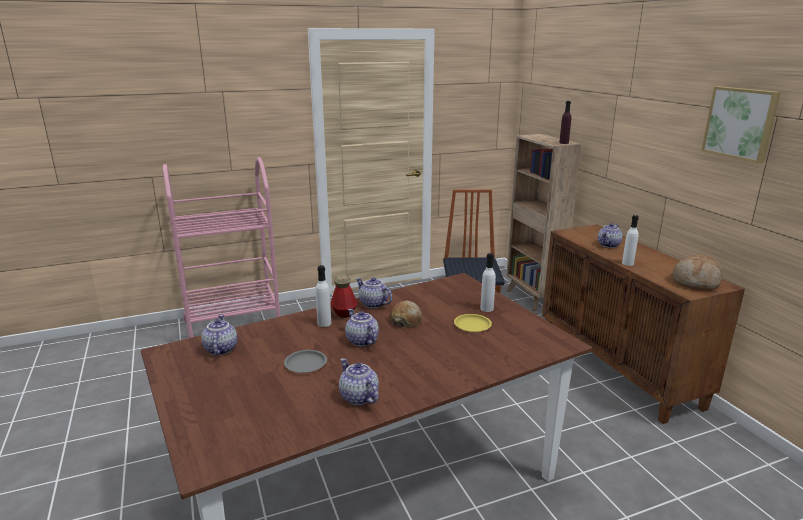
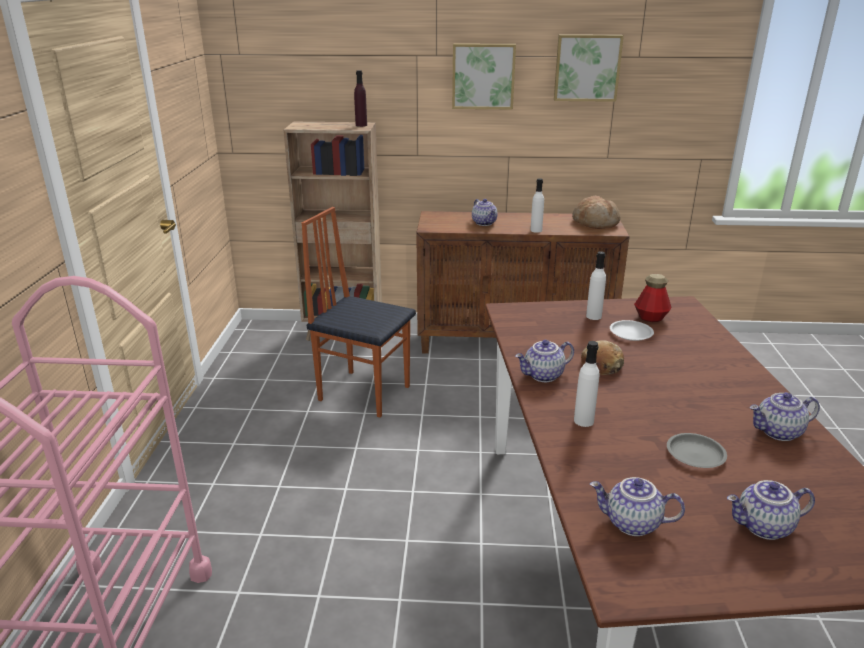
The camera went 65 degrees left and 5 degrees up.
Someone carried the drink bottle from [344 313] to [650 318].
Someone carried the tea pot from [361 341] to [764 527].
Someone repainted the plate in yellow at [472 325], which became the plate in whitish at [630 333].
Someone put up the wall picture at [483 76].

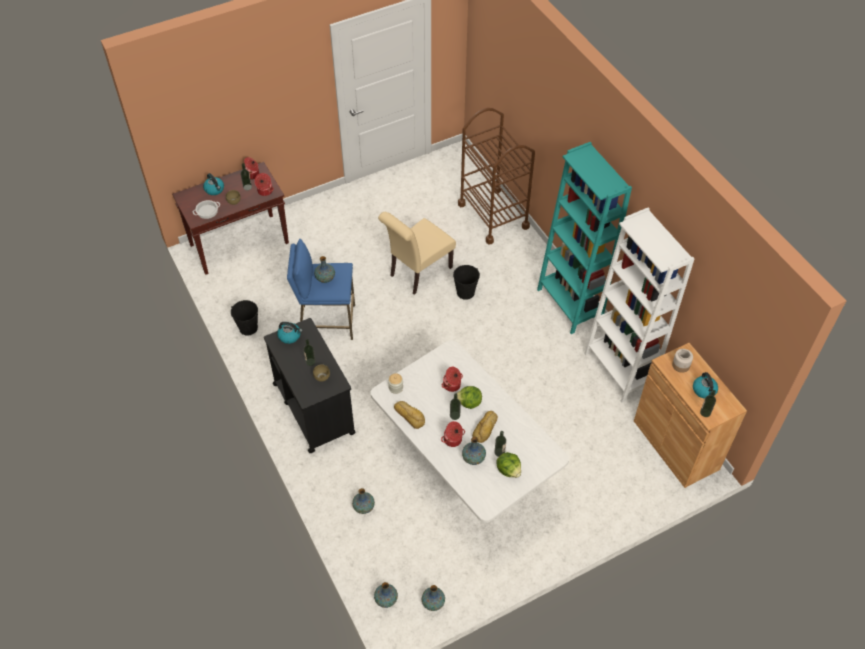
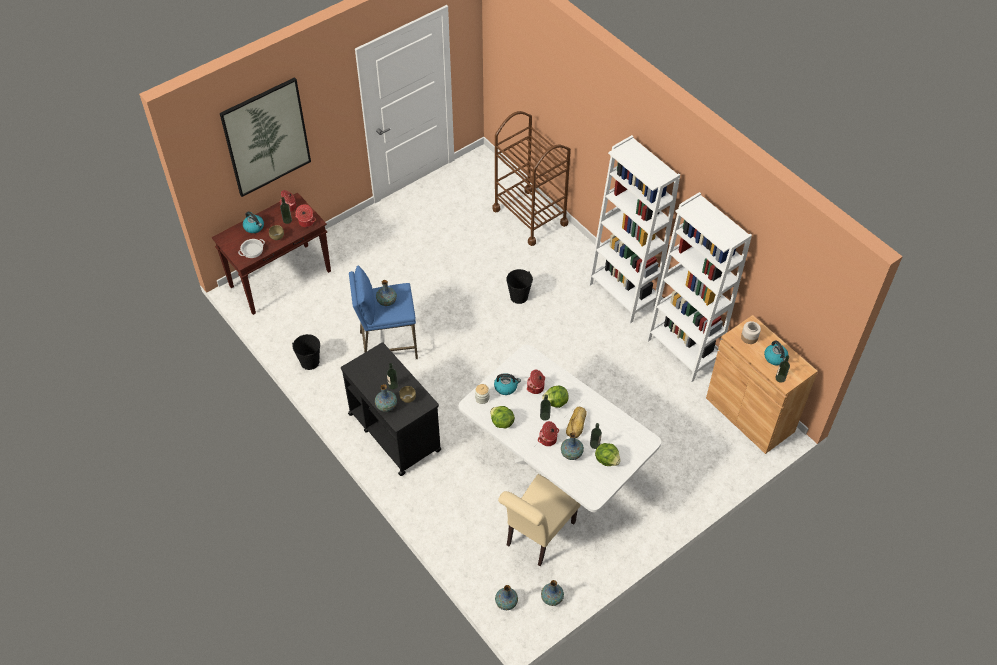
The camera went 10 degrees left and 0 degrees up.
Someone repainted the bookcase in turquoise at [569 304], which became the bookcase in whitish at [622 295].
Someone carried the chair in sand-coloured from [417 273] to [537 536].
Someone carried the water kettle from [290 336] to [506 387].
Someone swapped the bread at [409 415] for the lettuce at [501 422].
Someone carried the vase from [364 507] to [386 406].
Someone put up the wall picture at [266 137].

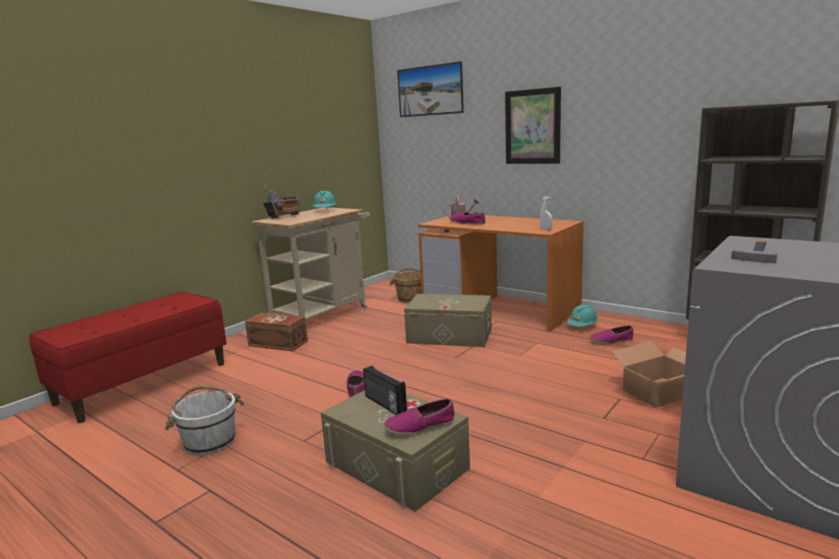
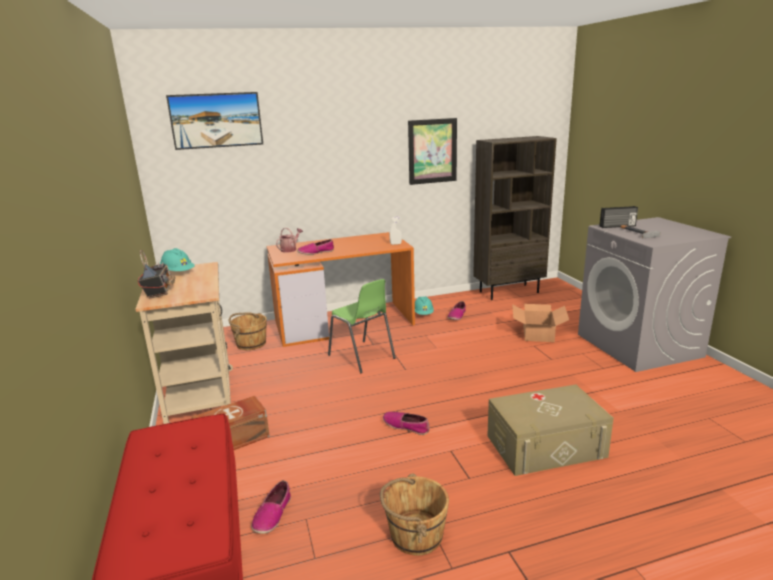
The camera went 55 degrees left and 5 degrees up.
Someone carried the wall picture from [532 127] to [432 151].
Someone swapped the storage box in sand-coloured at [449 335] for the chair in greenish at [362 357].
Someone carried the radio from [384 404] to [617 226].
Someone repainted the bucket in whitish at [210 441], which became the bucket in brown-coloured at [415 534].
Someone carried the low shoe from [420 426] to [272 514].

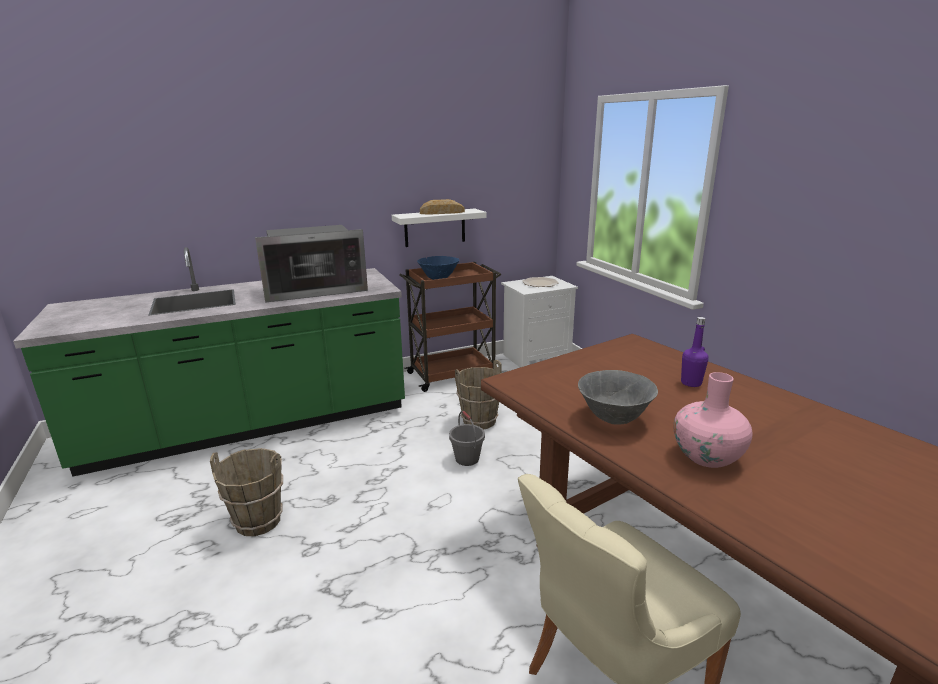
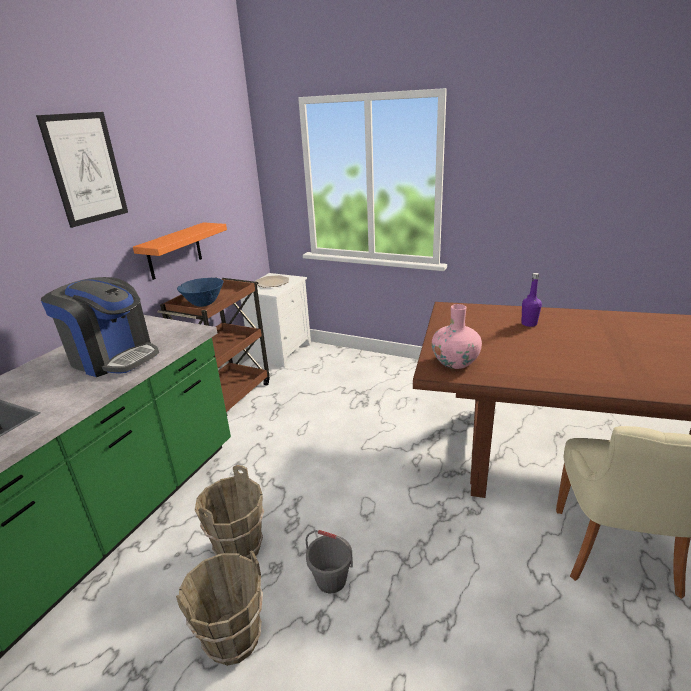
The camera went 40 degrees left and 5 degrees up.
Someone took away the bread at [442 212].
Someone repainted the shelf in whitish at [435 227], which became the shelf in orange-coloured at [174 251].
Someone swapped the microwave at [315 289] for the coffee maker at [113 357].
Someone carried the bucket in brown-coloured from [479 421] to [239 548].
Someone took away the bowl in gray at [614 419].
Someone carried the vase in pink-coloured from [707 457] to [455 362].
Someone carried the bucket in gray from [467 459] to [331 580].
Someone put up the wall picture at [86 169].

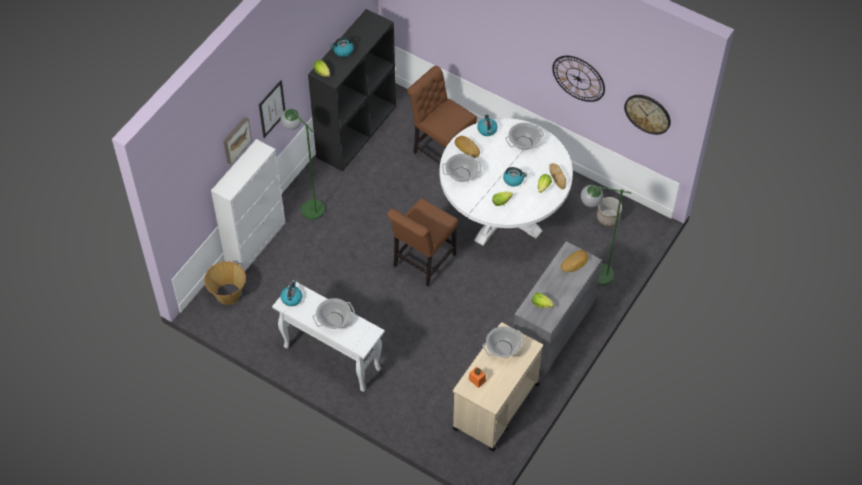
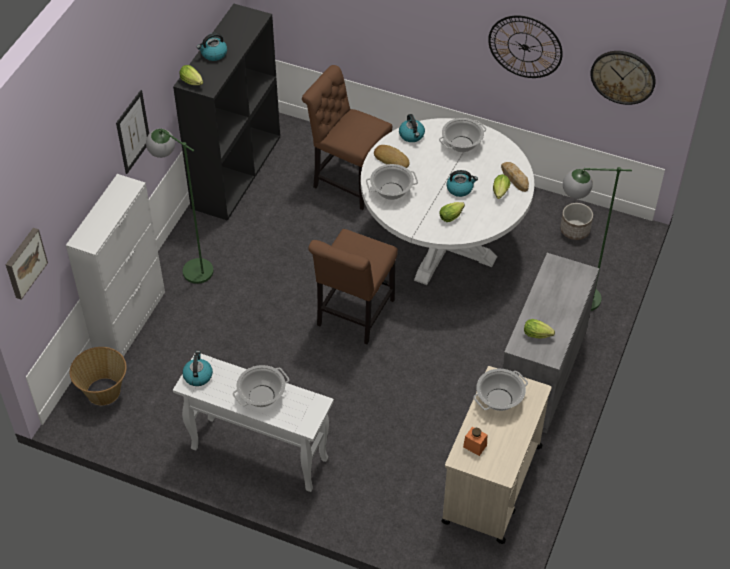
The camera went 10 degrees left and 5 degrees down.
Someone carried the wall picture from [236 139] to [24 262].
Someone took away the bread at [575 263].

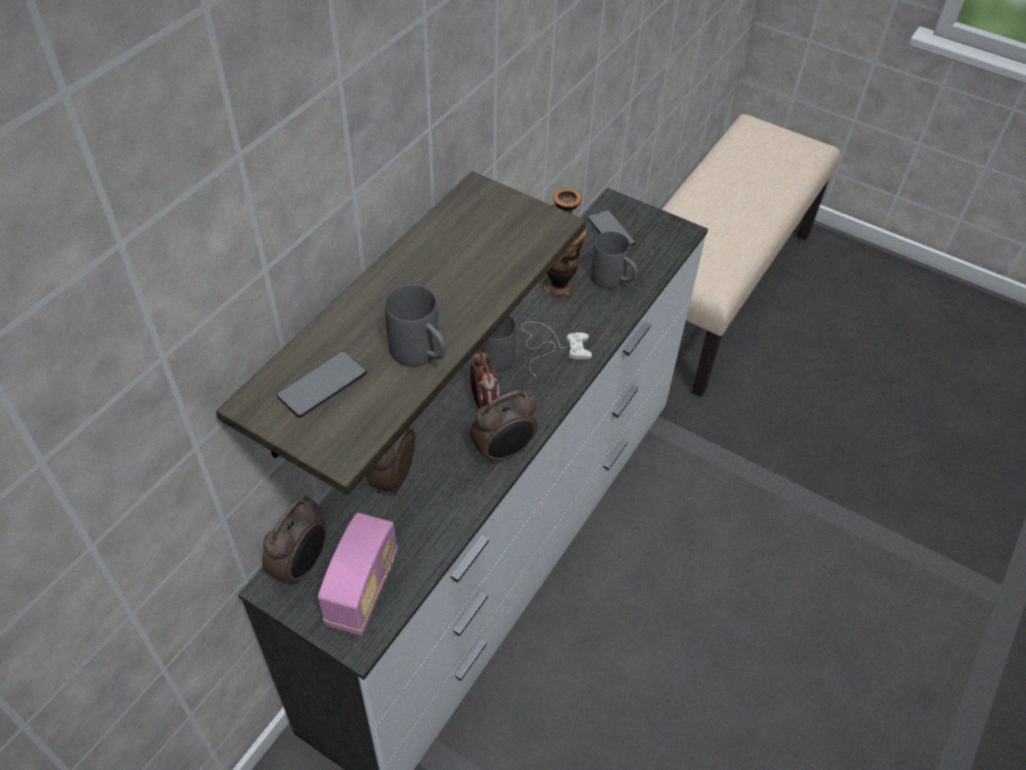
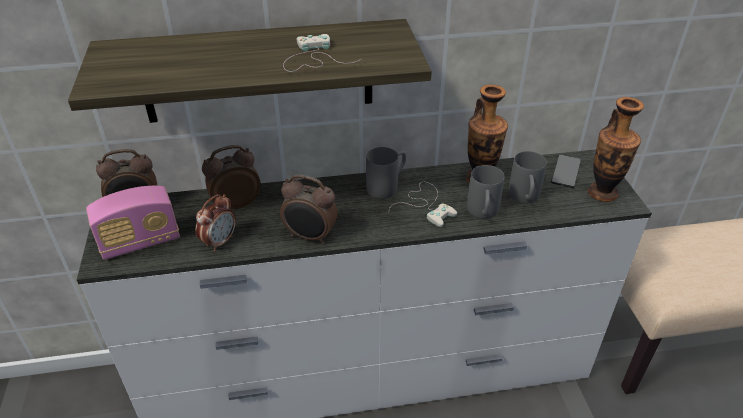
The camera went 50 degrees right and 10 degrees down.
Someone carried the mug in gray from [421 356] to [482 213].
Someone carried the bedside clock from [484 401] to [219 242].
Someone took away the phone at [322 385].
Someone put down the joypad in whitish at [313 58].
Someone put down the vase at [602 193].

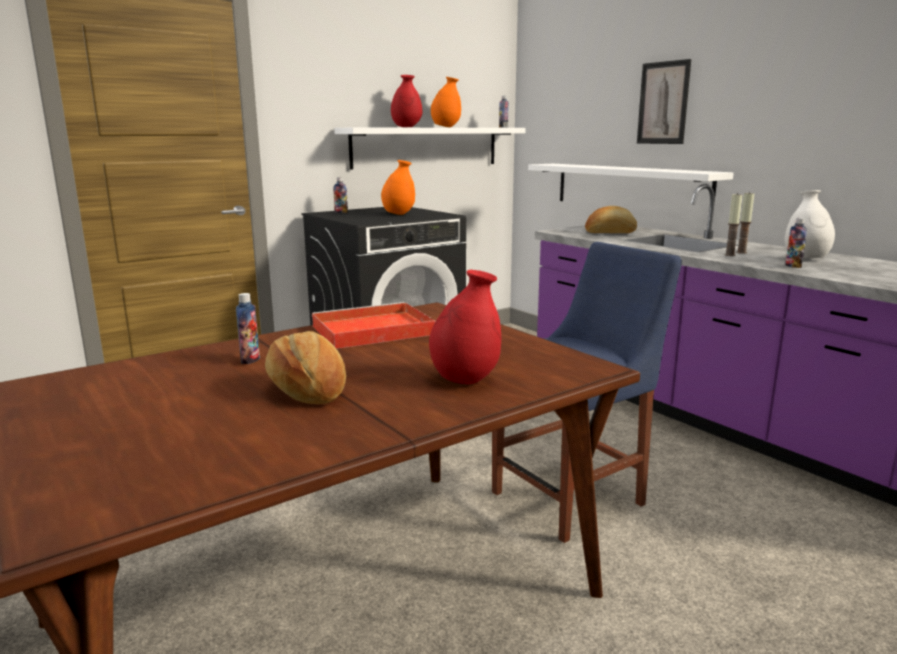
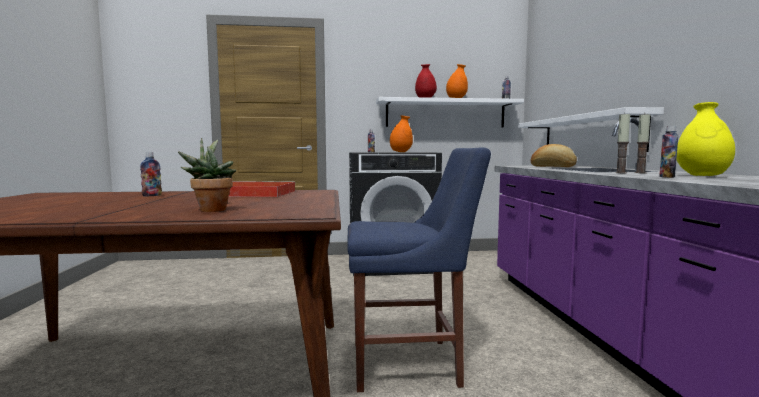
The camera went 30 degrees right and 10 degrees down.
Someone took away the wall picture at [663 103].
Someone repainted the vase in whitish at [805 259], which became the vase in yellow at [702 176].
Someone swapped the vase in red-coloured at [465 380] for the plant in a pot at [211 209].
Someone took away the bread at [308 390].

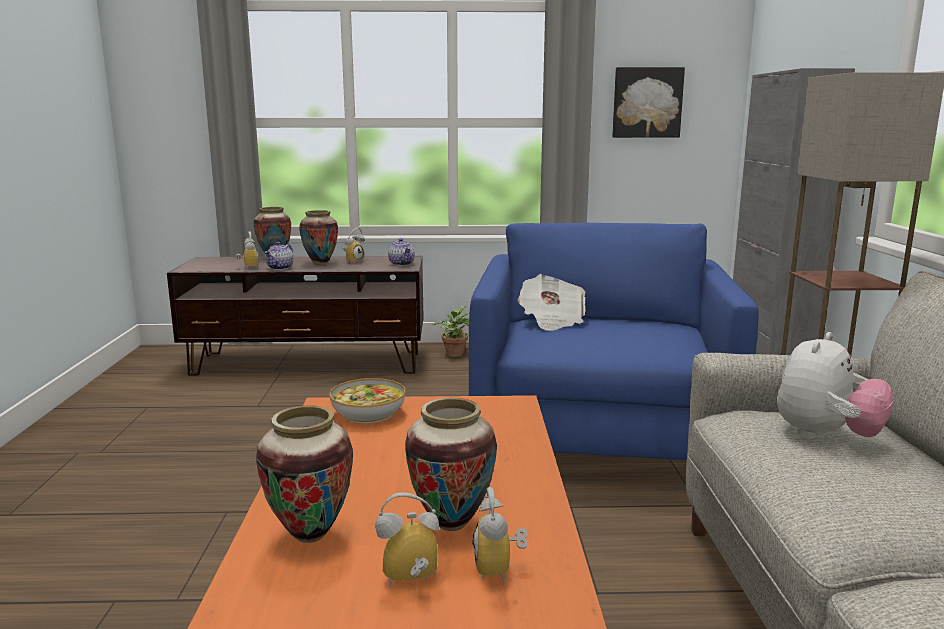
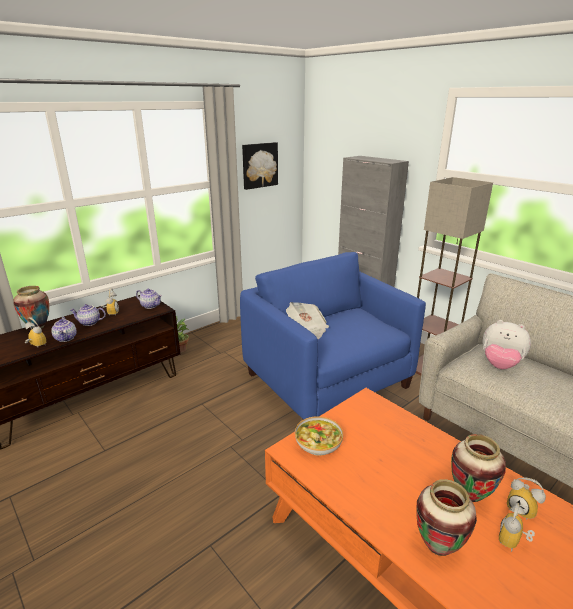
The camera went 40 degrees left and 10 degrees up.
Someone swapped the vase at [320 263] for the tea pot at [89 323].
Someone rotated the plush toy at [825 437] by 120 degrees clockwise.

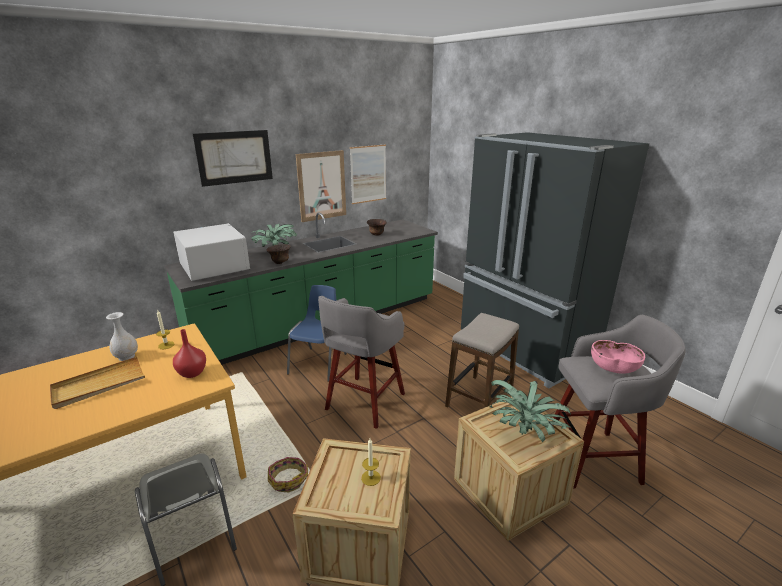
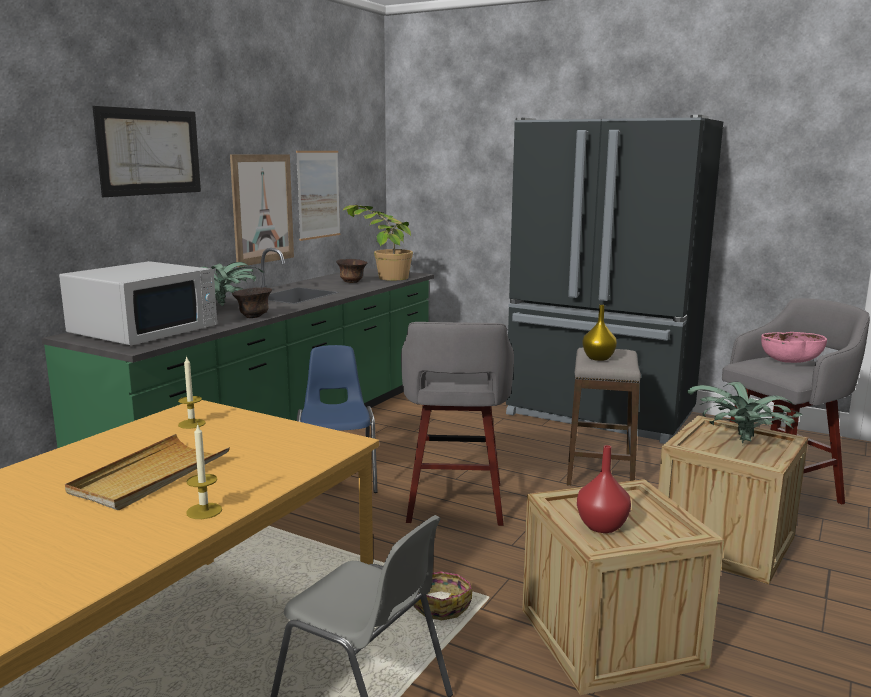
The camera went 25 degrees left and 10 degrees down.
Someone rotated the microwave in whitish at [214 266] by 90 degrees clockwise.
Someone took away the vase in whitish at [127 356].
Someone carried the vase in red-coloured from [193 373] to [602 526].
Someone carried the wax light from [371 478] to [204 511].
Someone put down the plant in a pot at [382 276].
Someone put down the vase in yellow at [598 358].

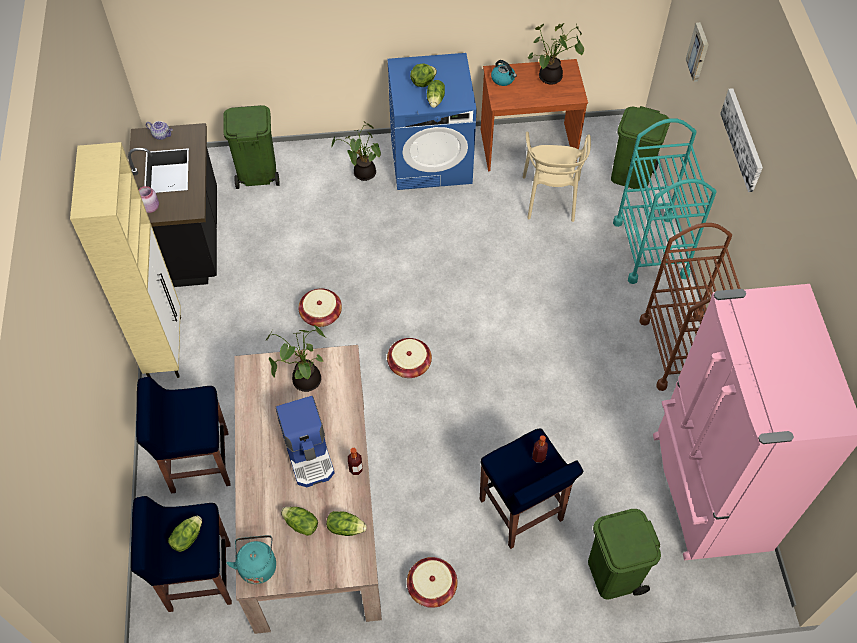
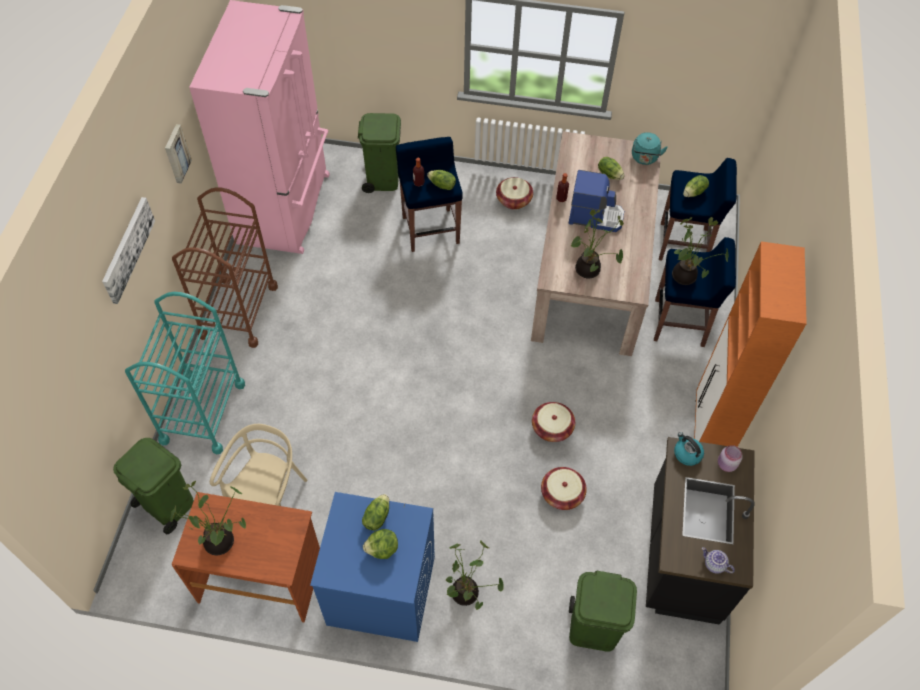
The camera went 165 degrees left and 0 degrees up.
Someone carried the wall picture from [699 52] to [176 153].
Someone carried the water kettle from [503 79] to [687 454].
Someone repainted the storage cabinet in sand-coloured at [165 347], which became the storage cabinet in orange-coloured at [708 433].
Someone carried the basket from [409 364] to [562 494].
Someone rotated the coffee maker at [309 454] by 105 degrees clockwise.
Someone carried the lettuce from [345 527] to [442 185].
Someone put down the plant in a pot at [686 276].

